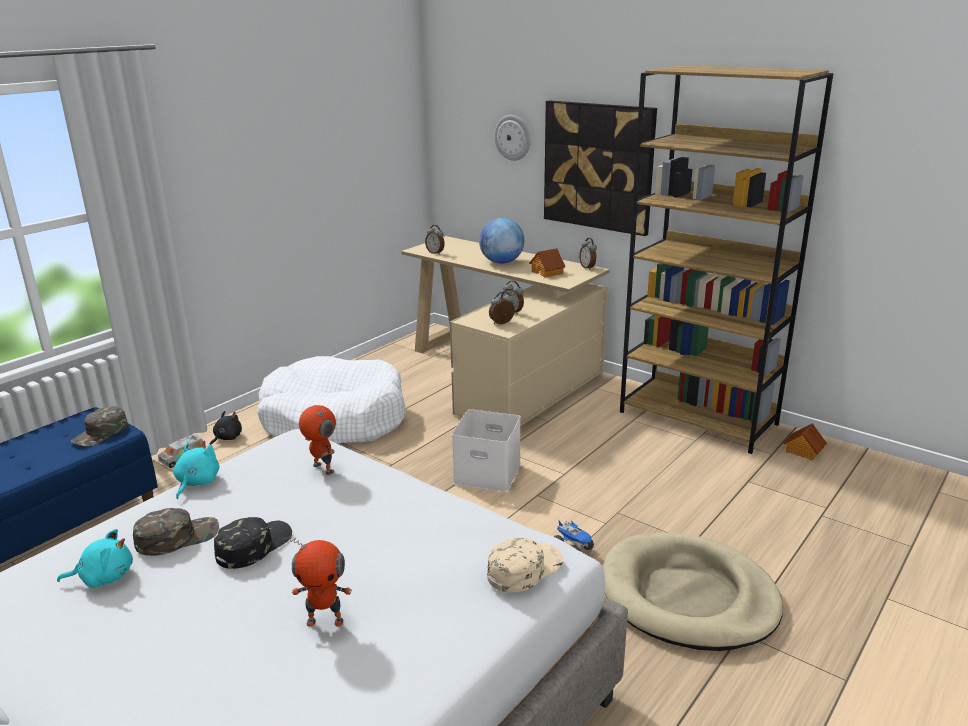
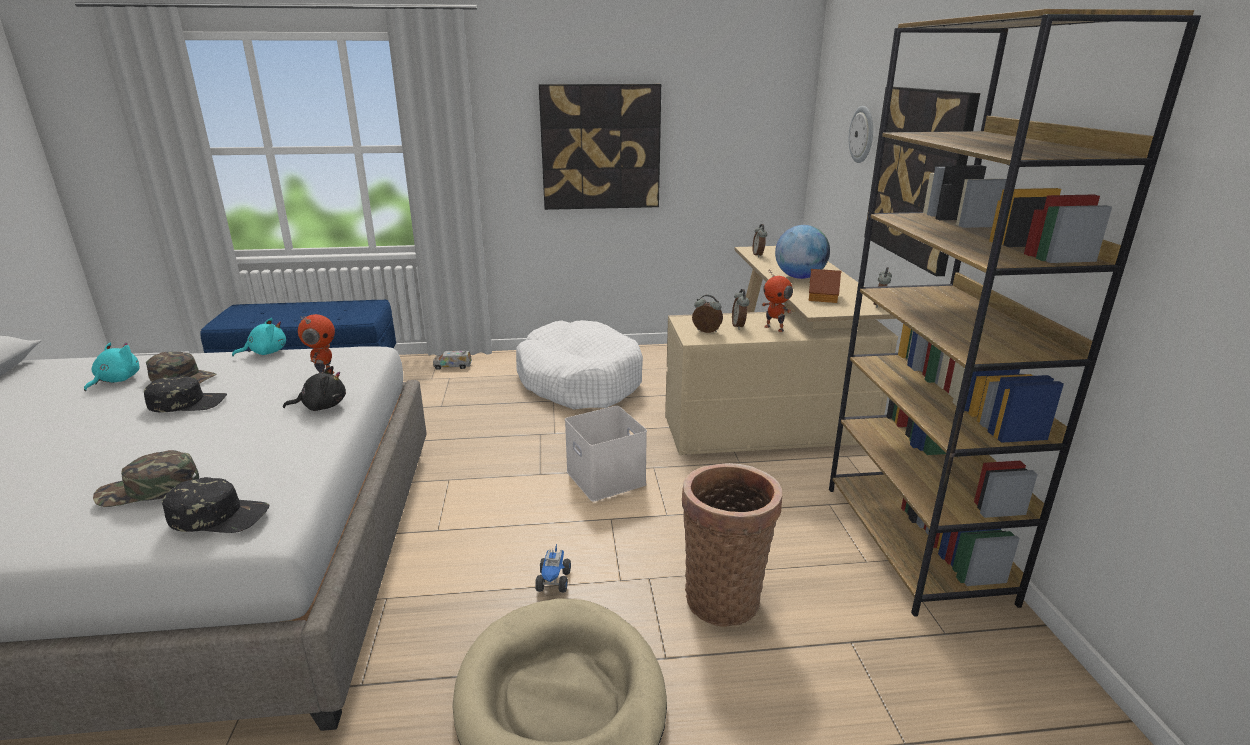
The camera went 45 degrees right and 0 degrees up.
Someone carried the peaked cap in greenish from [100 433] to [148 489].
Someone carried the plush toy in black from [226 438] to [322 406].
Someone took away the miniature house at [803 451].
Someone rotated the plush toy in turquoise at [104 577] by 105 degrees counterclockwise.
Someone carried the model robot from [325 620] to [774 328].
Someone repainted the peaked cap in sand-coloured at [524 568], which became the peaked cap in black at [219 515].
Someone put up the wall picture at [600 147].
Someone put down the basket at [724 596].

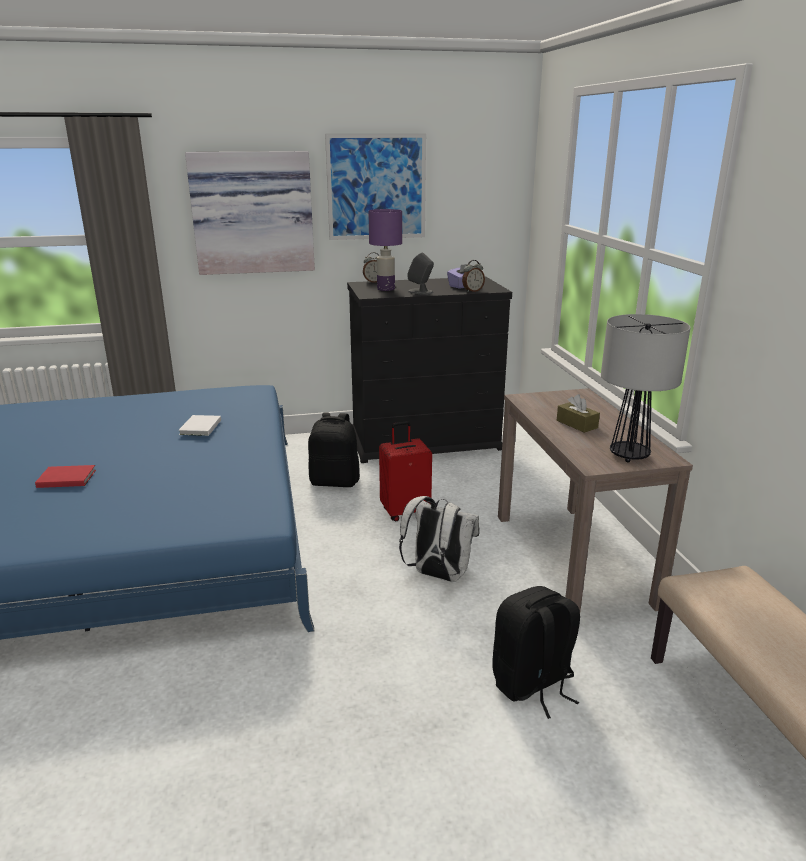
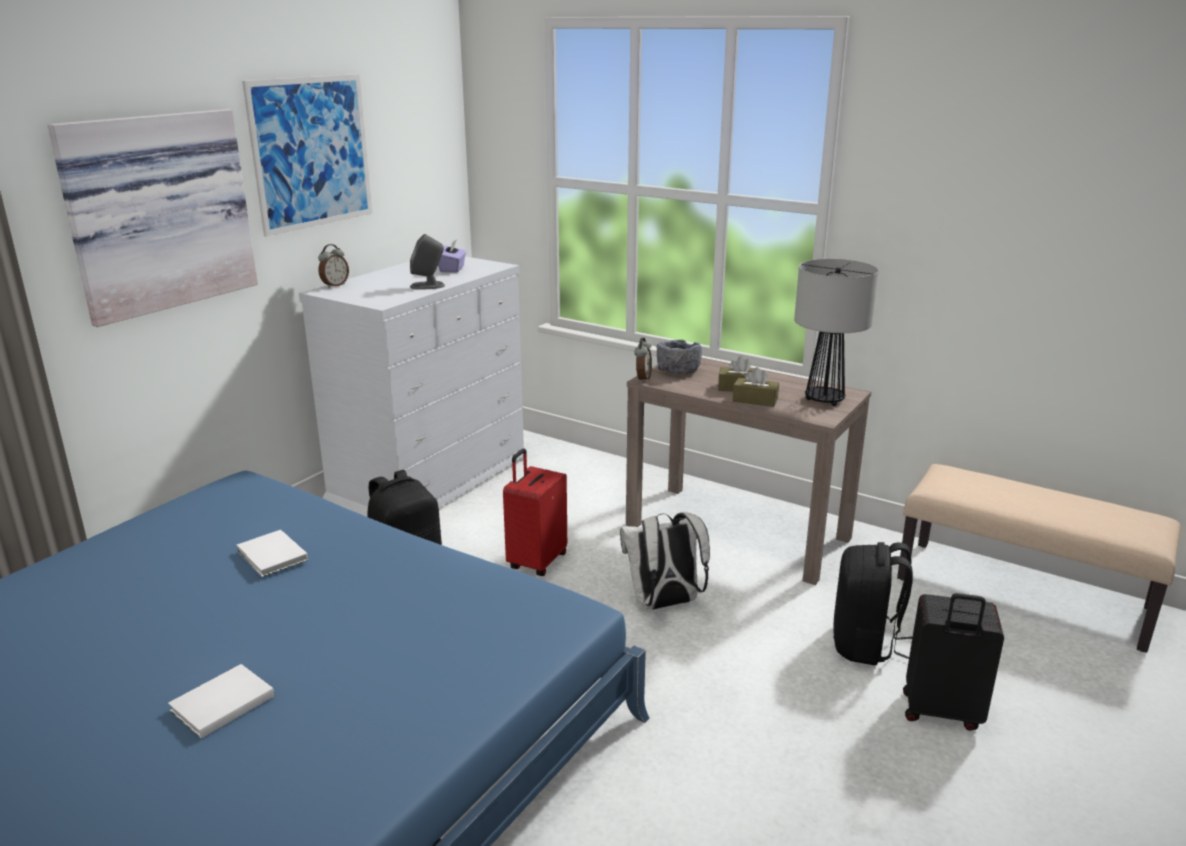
The camera went 45 degrees left and 0 degrees up.
Someone took away the tabletop lamp in purplish at [386 289].
Someone carried the bedside clock from [472 291] to [642 378].
Someone repainted the dresser in black at [425 440], which became the dresser in whitish at [430 480].
Someone repainted the book in red-coloured at [65 478], which became the book in whitish at [219 704].
Someone put down the bowl in gray at [677 370].
Someone put down the box of tissues in brown-coloured at [755 400].
Someone put down the piece of luggage in black at [941 713].

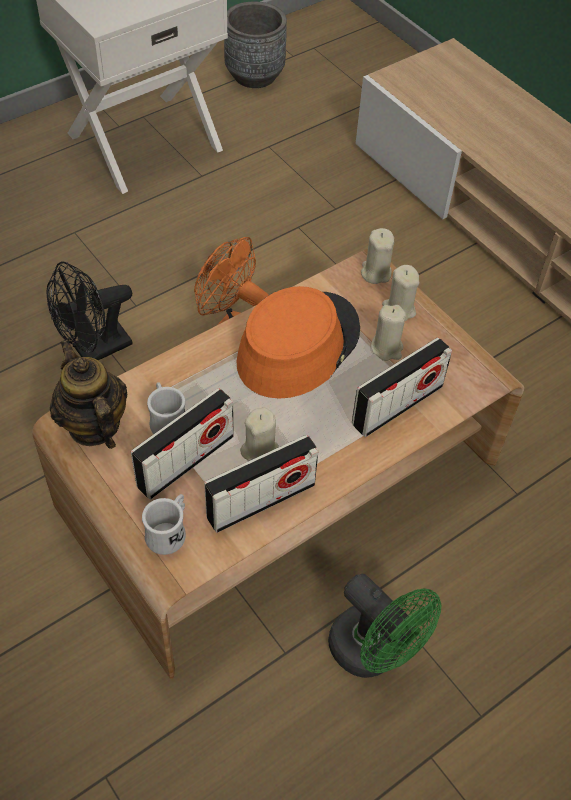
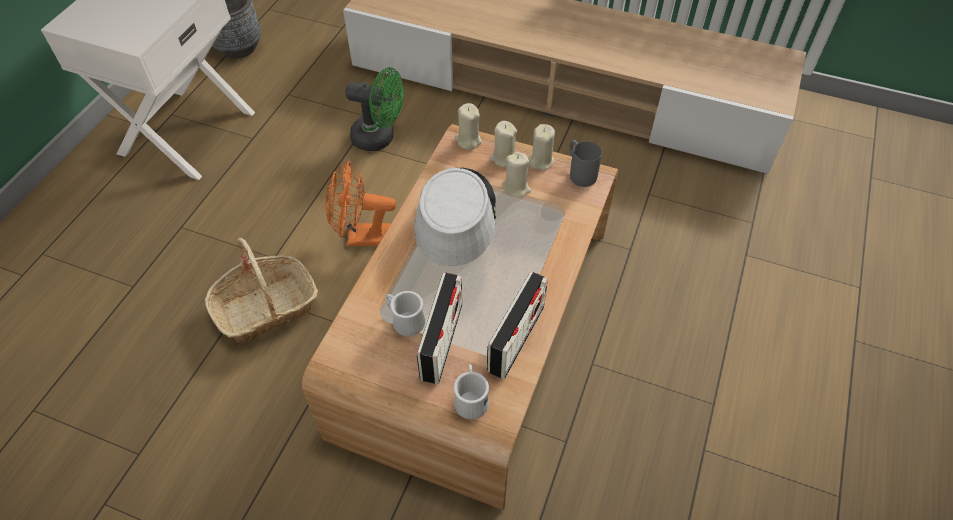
The camera went 30 degrees left and 0 degrees up.
Someone swapped the cooling fan in black at [95 350] for the basket at [267 307].
Someone repainted the wearable hat in orange-coloured at [298 345], which became the wearable hat in gray at [455 217].
Someone took away the radio at [397 405].
Someone took away the tea pot at [93 425].
Someone carried the wax light in sand-coloured from [260 451] to [540 161].
Someone carried the cooling fan in greenish from [374 652] to [380 138].
Someone put down the mug in gray at [579 172].

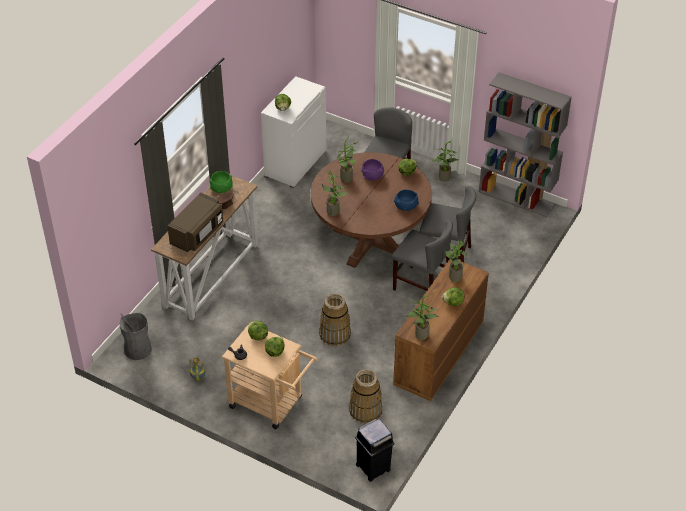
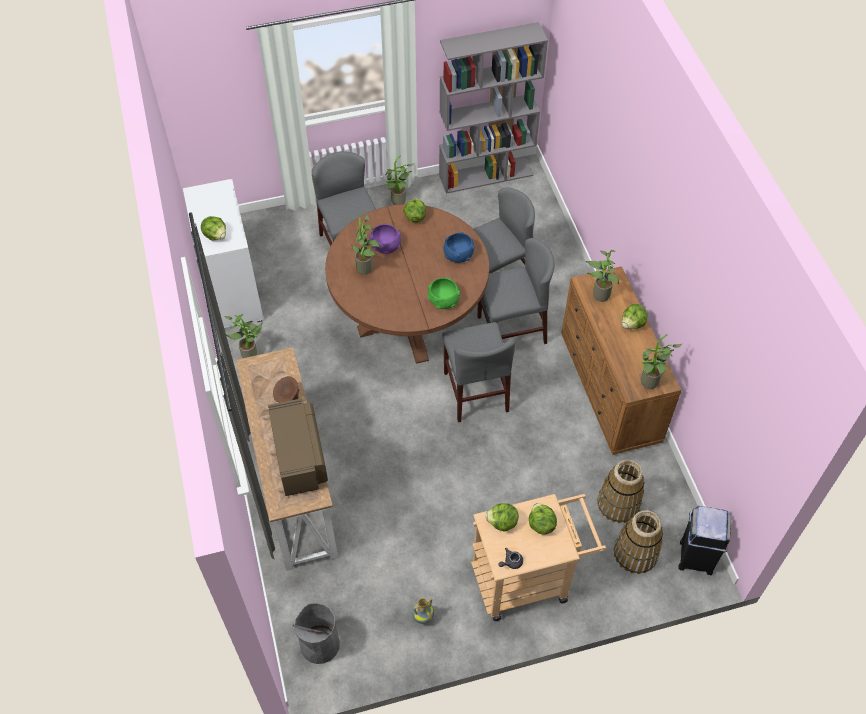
The camera went 45 degrees left and 10 degrees up.
Someone carried the plant in a pot from [334 211] to [250 353].
Someone carried the bowl in greenish from [221 187] to [444 299].
Someone carried the basket from [334 334] to [635 553].
Someone put down the chair in gray at [475 391].

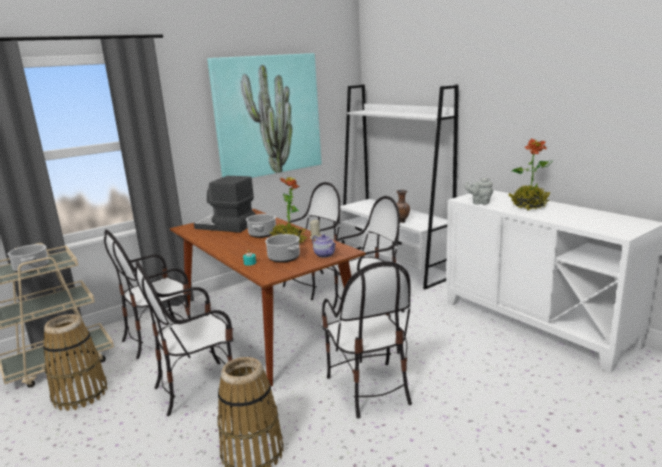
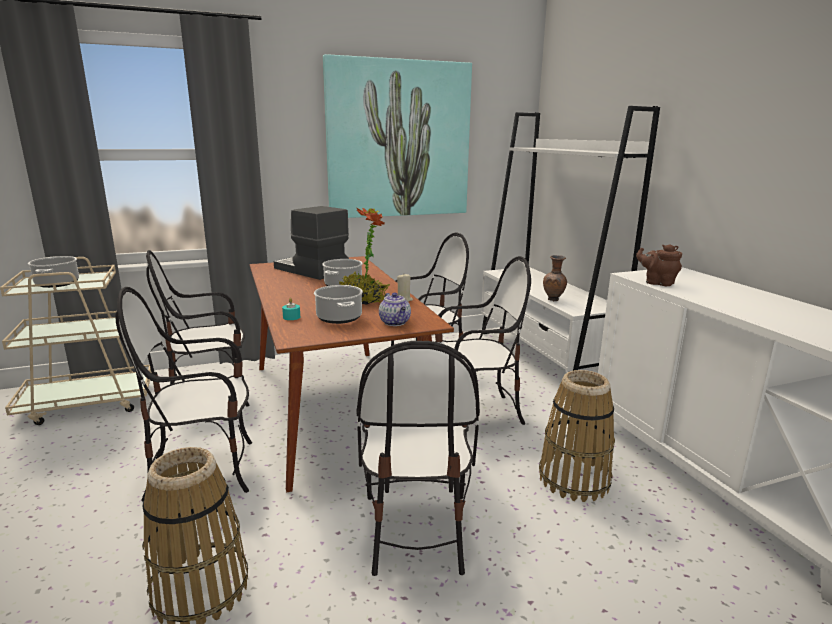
The camera went 15 degrees right and 0 degrees up.
Someone took away the plant in a pot at [528 206].
Someone repainted the tea pot in gray at [479 202], which became the tea pot in brown-coloured at [657 283].
Someone carried the basket from [80 394] to [574 479].

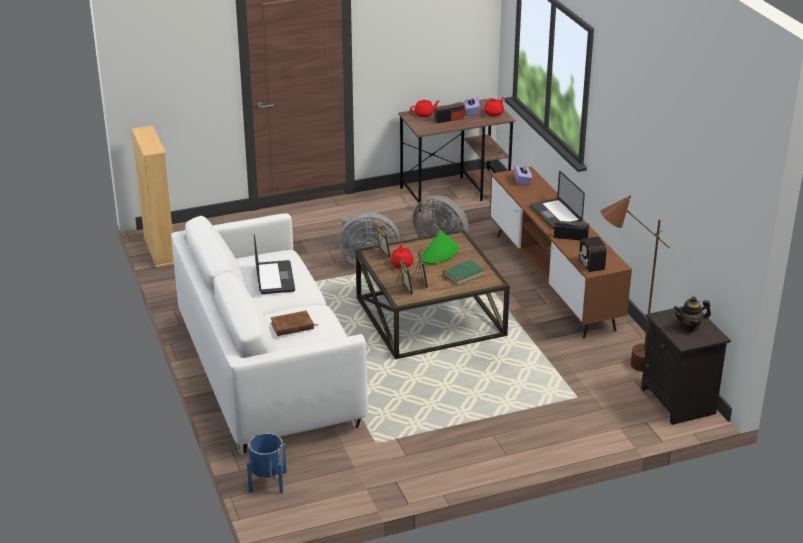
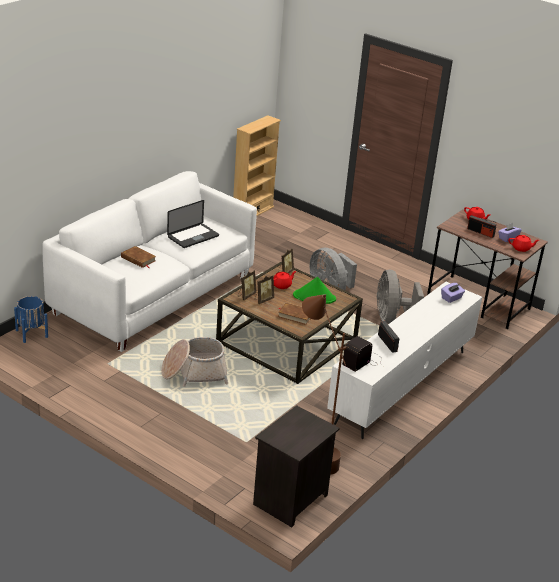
The camera went 55 degrees right and 0 degrees up.
Someone repainted the media console in brown-coloured at [552 281], which became the media console in whitish at [401 385].
Someone took away the portable computer at [555 215].
Someone repainted the book in greenish at [463 275], which became the book in brown-coloured at [295 315].
Someone took away the tea pot at [690 327].
Someone put down the basket at [194 372].

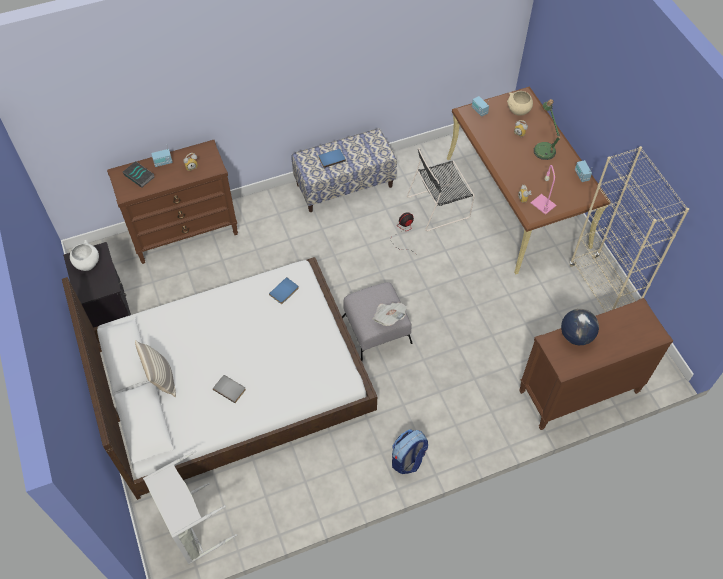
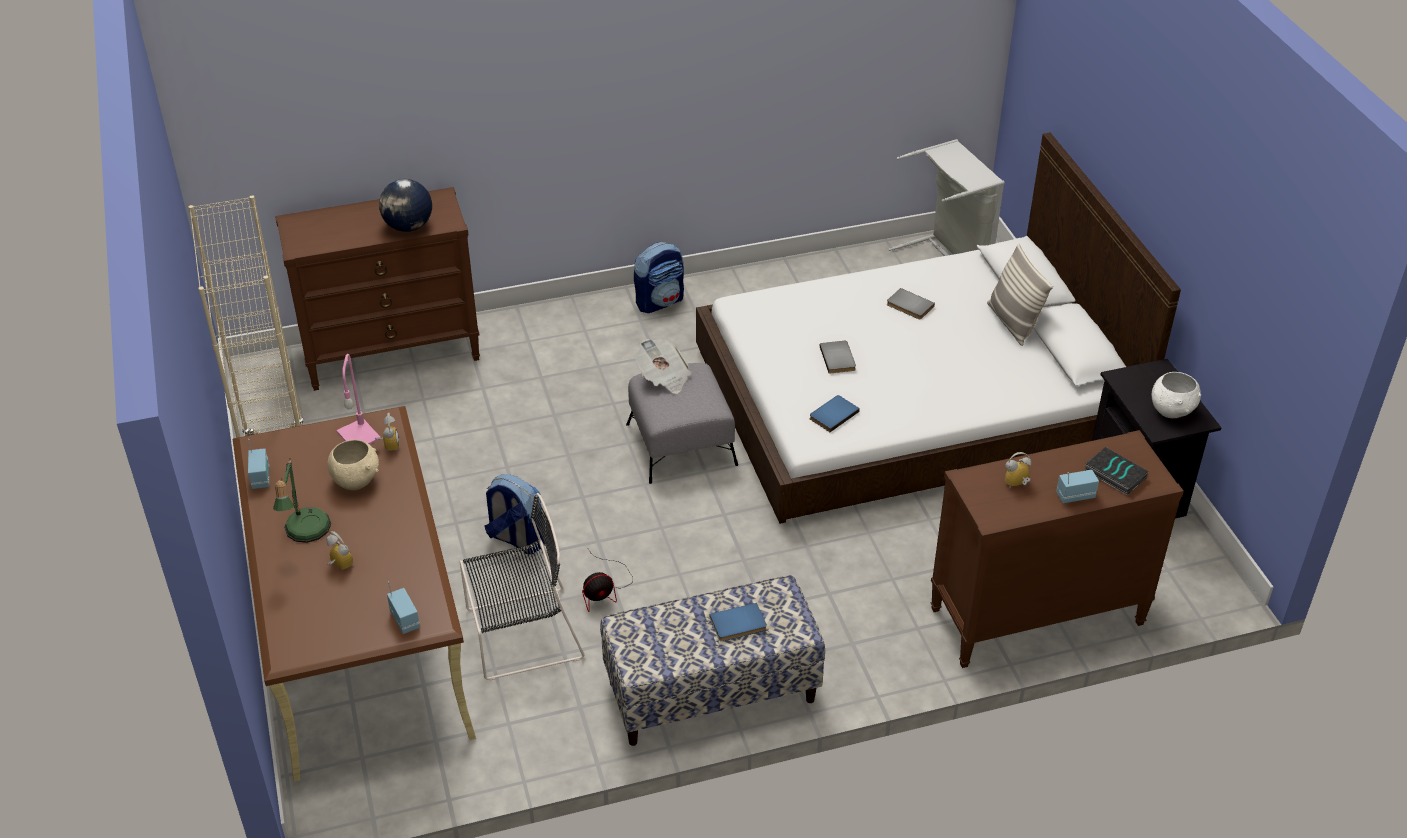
The camera went 175 degrees left and 15 degrees down.
Someone carried the bowl in sand-coloured from [518 111] to [356 480].
Someone put down the book in gray at [839 358].
Someone put down the knapsack at [516 539].

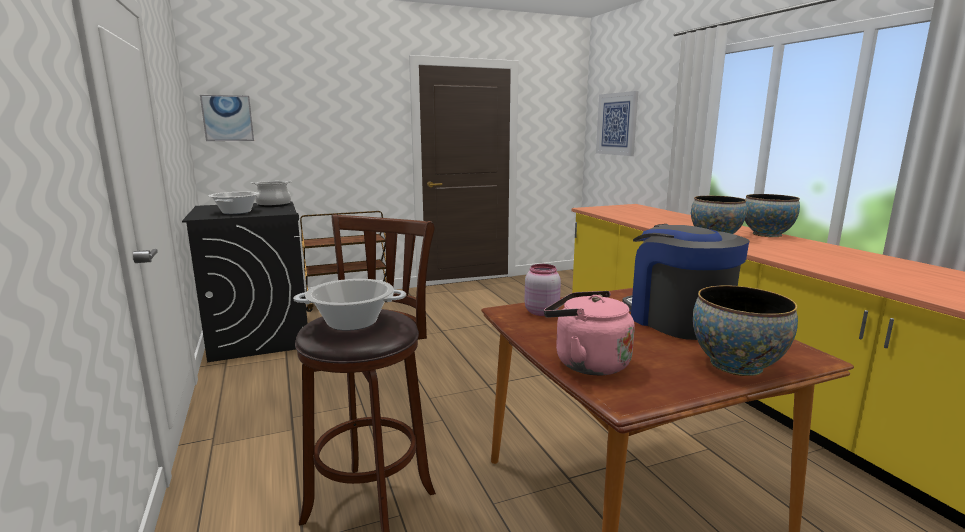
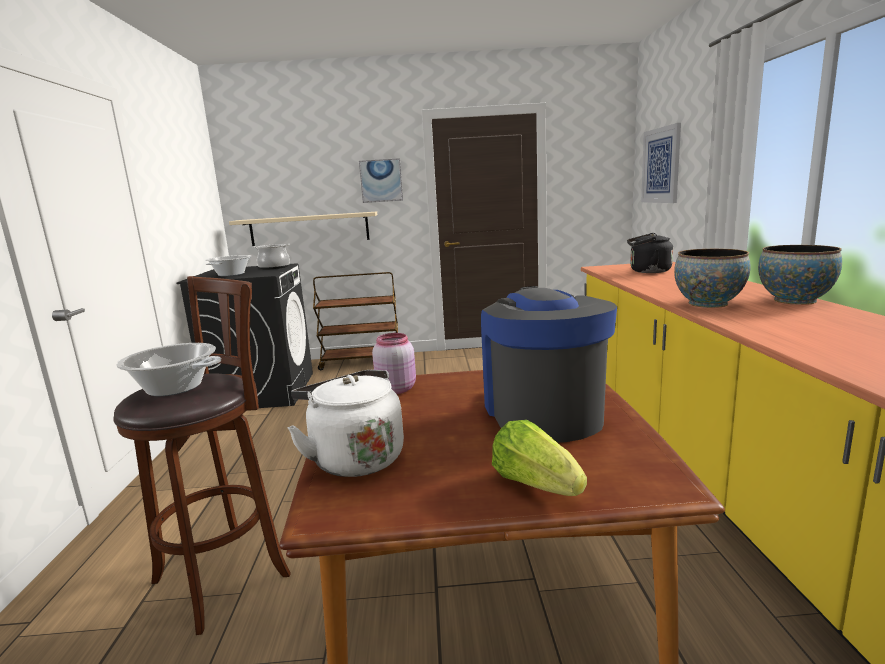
The camera went 20 degrees right and 0 degrees up.
Someone carried the wall picture from [227 118] to [381 180].
Someone swapped the bowl at [736 365] for the lettuce at [535 484].
Someone repainted the water kettle in pink-coloured at [586 363], which became the water kettle in whitish at [354 458].
Someone put up the shelf in sand-coloured at [309 229].
Someone put down the water kettle in black at [647 271].

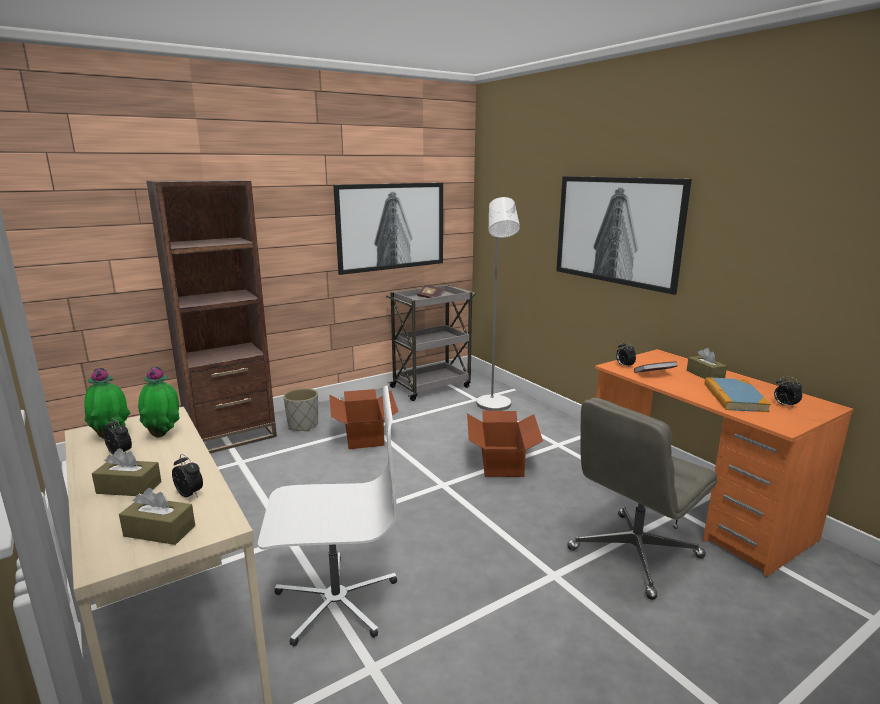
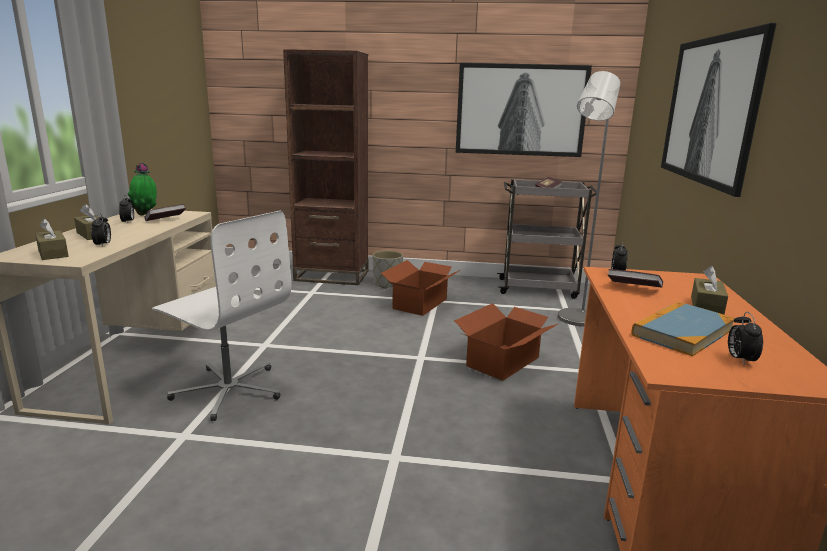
The camera went 40 degrees right and 0 degrees up.
Someone swapped the plant in a pot at [164 435] for the book at [166 220].
Someone took away the computer chair in gray at [634 554].

